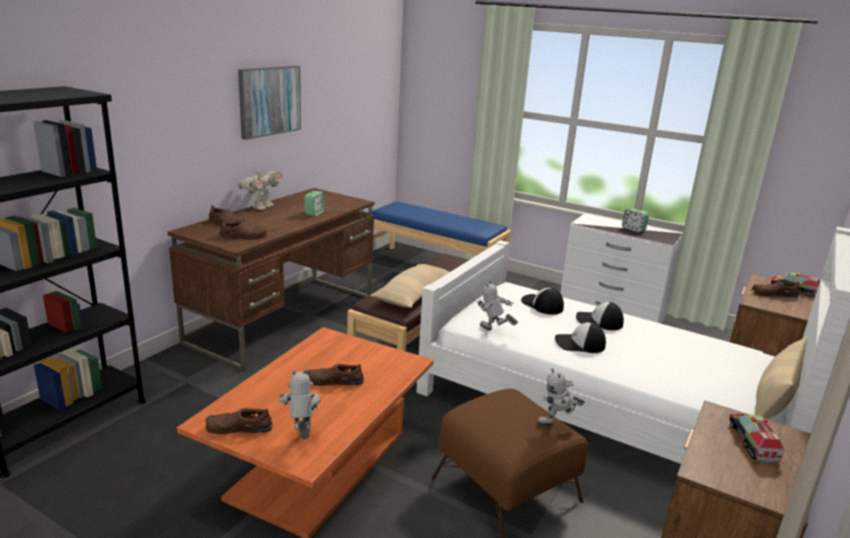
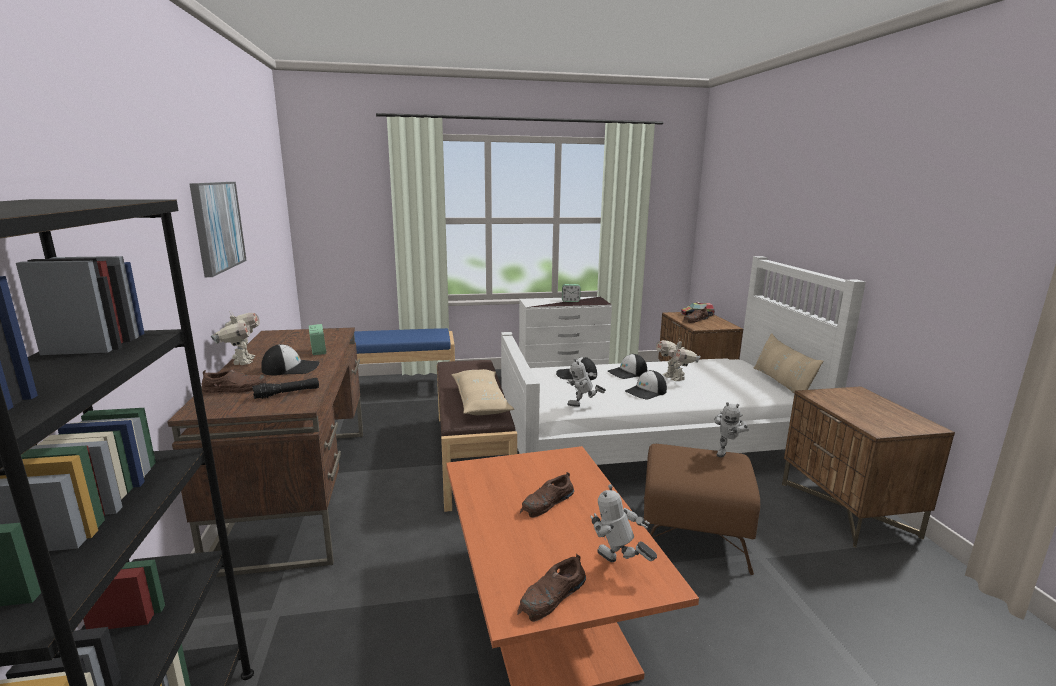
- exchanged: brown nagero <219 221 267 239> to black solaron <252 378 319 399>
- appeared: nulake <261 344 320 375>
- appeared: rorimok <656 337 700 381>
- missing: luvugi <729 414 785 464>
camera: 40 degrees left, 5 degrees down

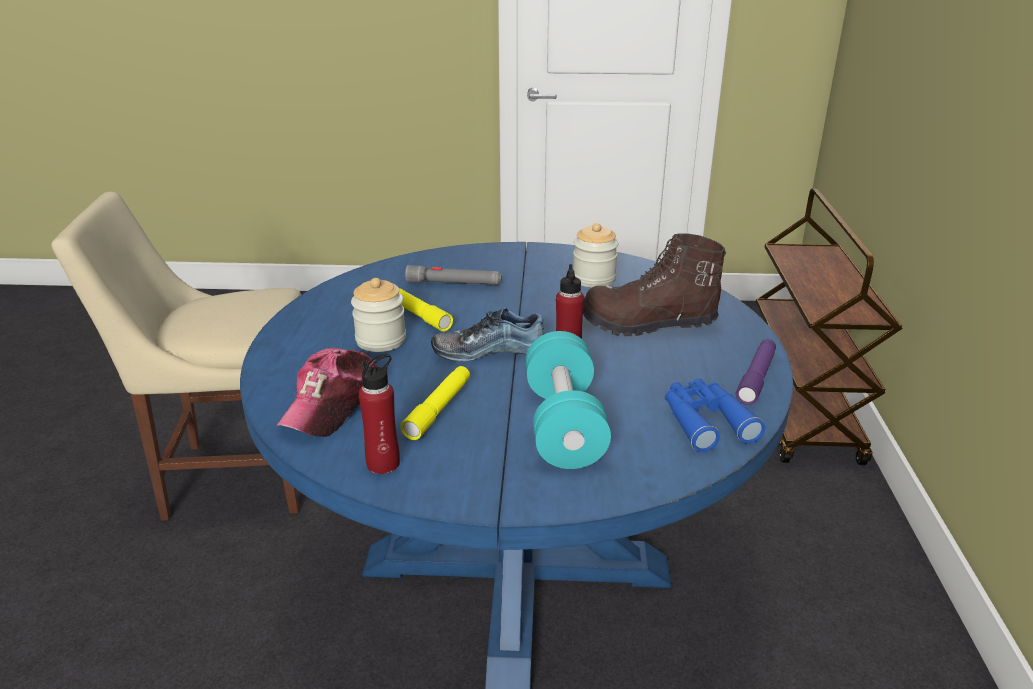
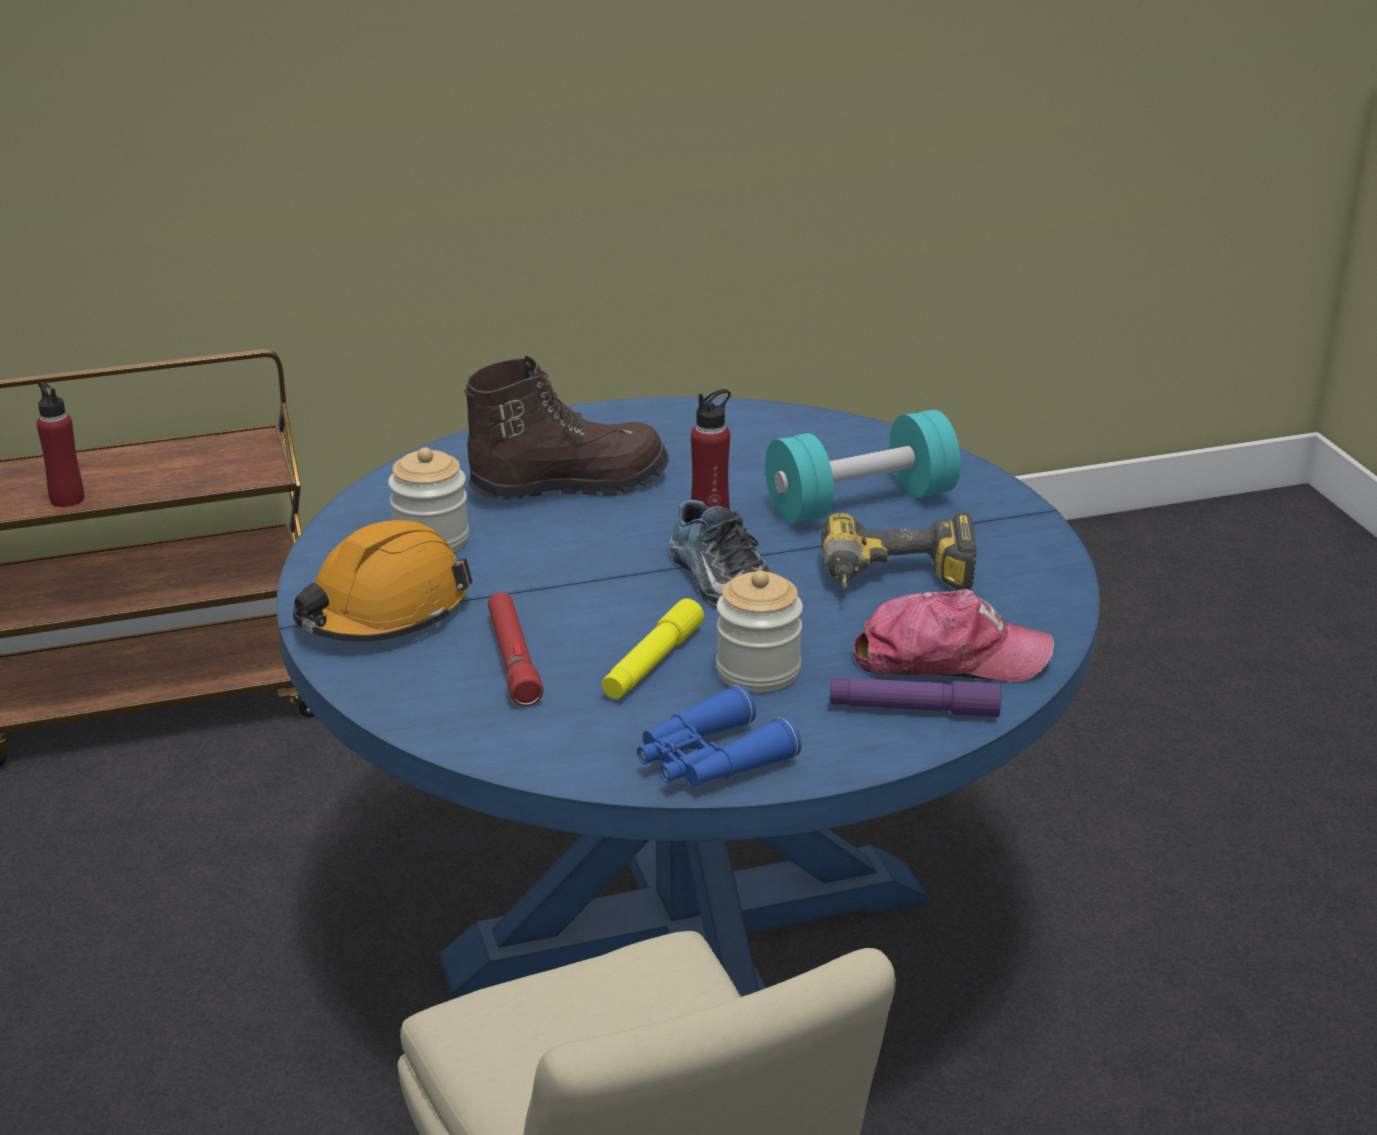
- relocated: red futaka <358 354 400 474> to <37 381 84 507>
- appeared: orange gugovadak <293 520 472 642>
- spun: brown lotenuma <583 233 726 336> = <464 355 669 500> 90 degrees counterclockwise
- colour: grey solaron <405 265 502 285> to red solaron <488 592 543 706>
- relocated: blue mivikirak <665 378 766 452> to <637 684 801 786>
- exchanged: yellow solaron <400 366 470 440> to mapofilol <821 512 976 591>
- relocated: purple solaron <736 339 776 405> to <830 678 1001 717>
camera: 110 degrees left, 0 degrees up

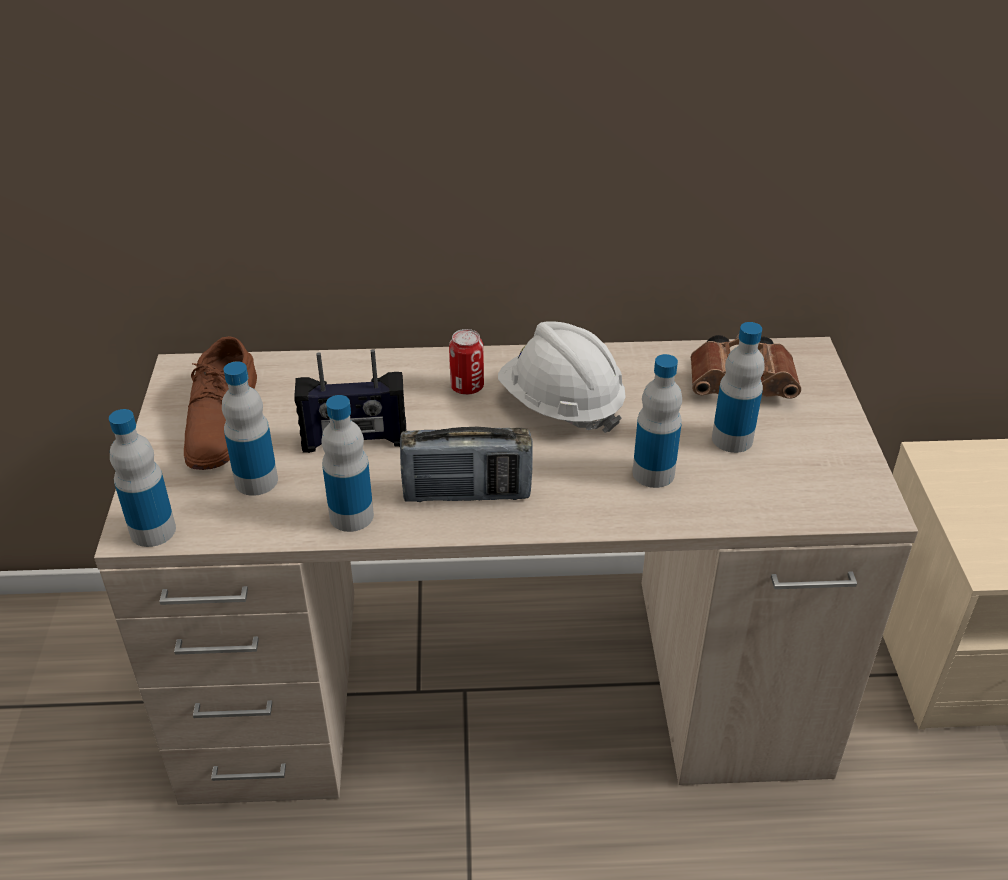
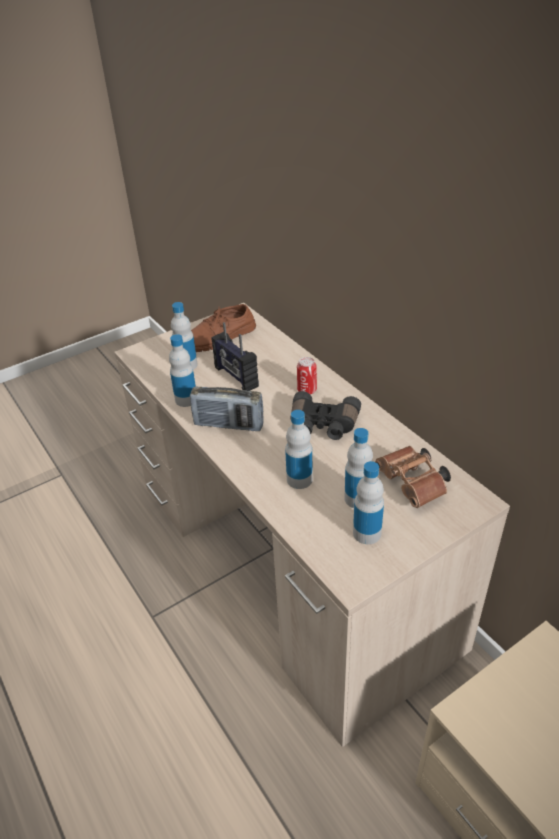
- spun: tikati <400 426 532 502> = <190 387 263 431> 45 degrees counterclockwise
- exchanged: white gugovadak <498 321 626 433> to black mivikirak <290 391 361 440>
- relocated: futaka <109 409 176 547> to <353 461 384 544>
camera: 60 degrees right, 0 degrees up

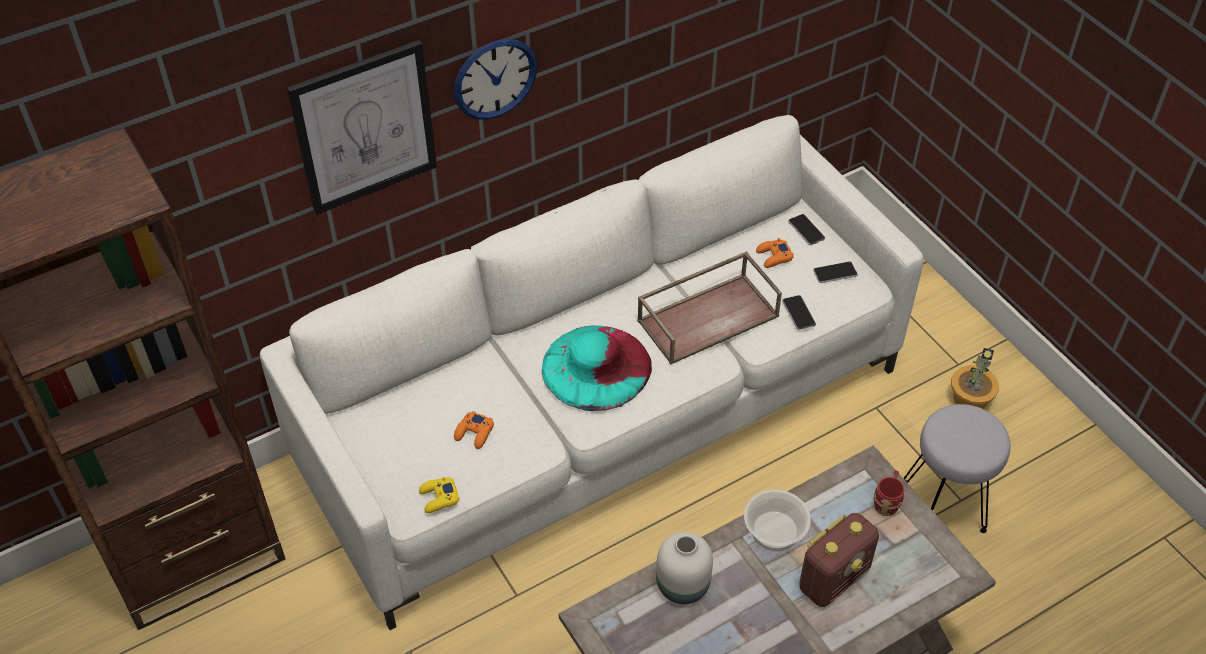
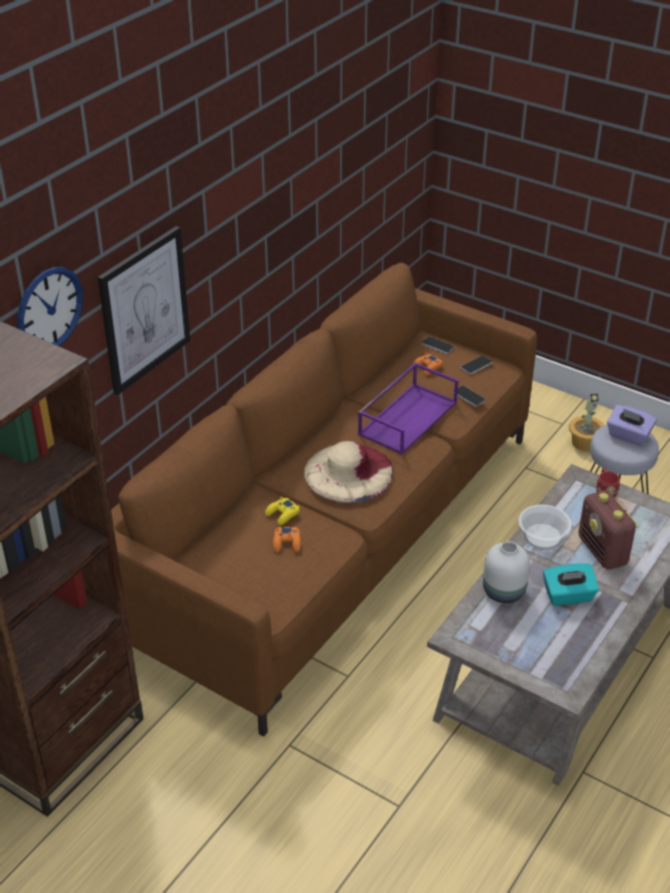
- relocated: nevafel <454 39 538 120> to <17 267 83 346>
- colour: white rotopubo <260 115 924 630> to brown rotopubo <111 263 537 737>
- relocated: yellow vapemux <419 477 460 513> to <265 497 300 525>
- colour: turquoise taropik <542 325 652 411> to beige taropik <304 441 393 503>
- colour: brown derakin <637 251 782 365> to purple derakin <358 362 459 454>
- appeared: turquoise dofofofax <543 563 599 606>
- spun: tikati <799 513 879 607> = <578 491 638 570> 135 degrees clockwise
- appeared: purple dofofofax <607 405 657 446>
camera: 25 degrees left, 10 degrees down

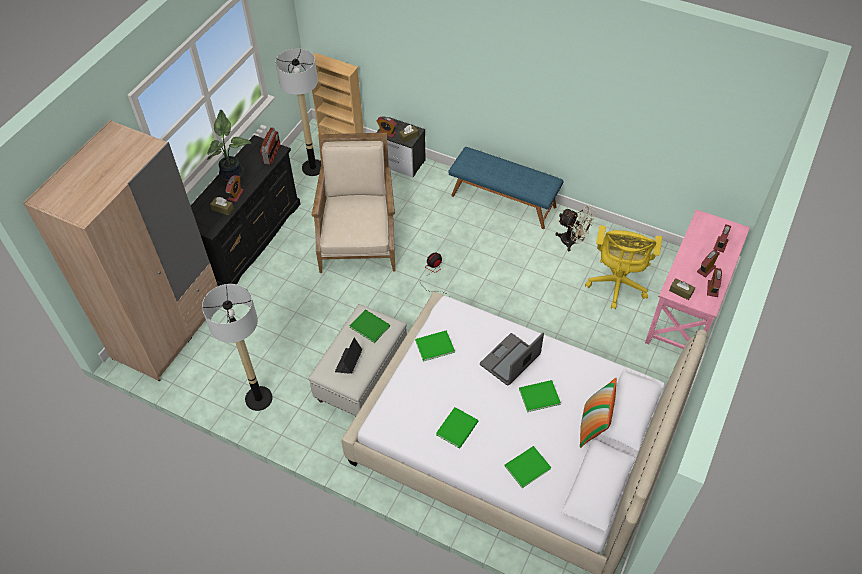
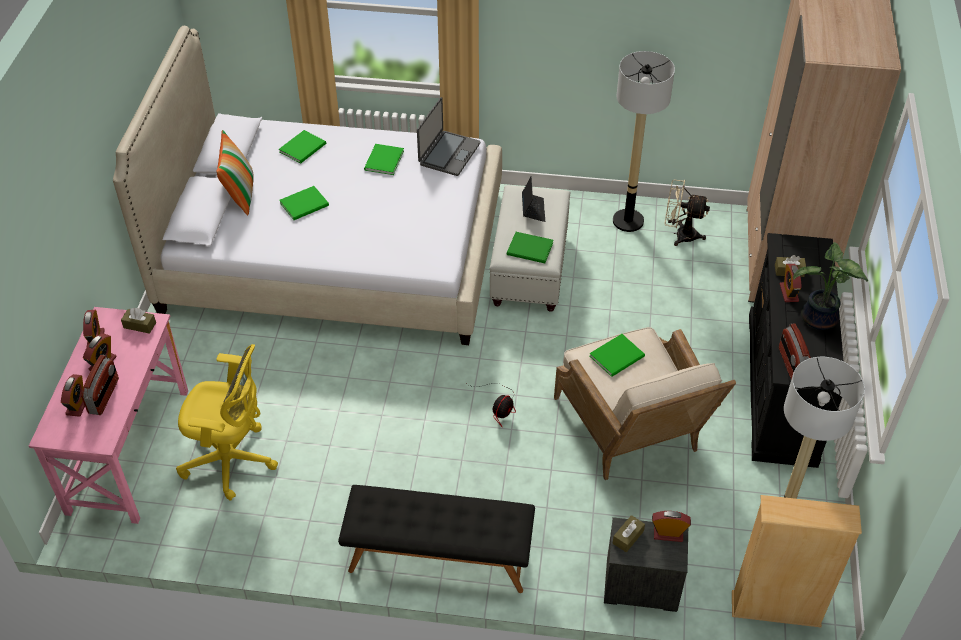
- appeared: tikati <81 354 119 415>
- spun: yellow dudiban <585 225 662 309> = <176 344 278 501> 105 degrees clockwise
- colour: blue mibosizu <448 147 563 229> to black mibosizu <338 485 535 593>
- relocated: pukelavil <480 333 544 385> to <417 97 480 176>
- relocated: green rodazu <415 330 455 362> to <590 334 645 377>
- relocated: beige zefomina <555 206 596 251> to <665 179 710 246>
camera: 160 degrees right, 5 degrees down

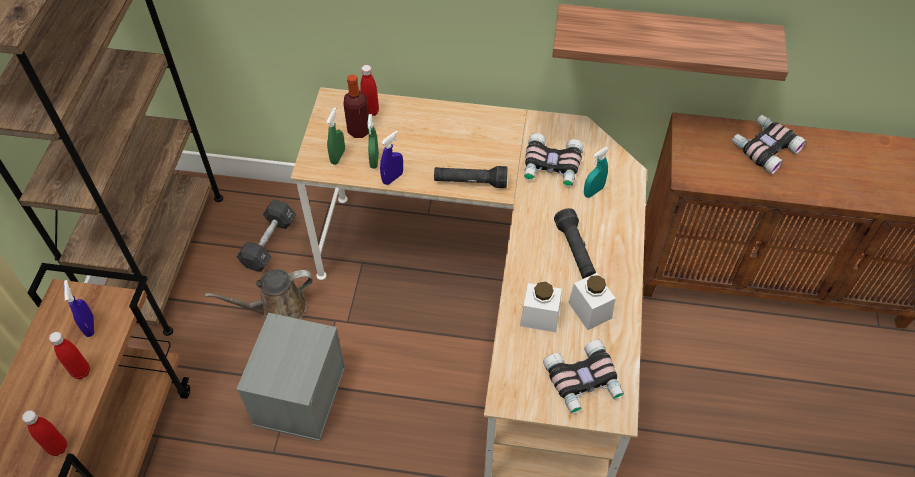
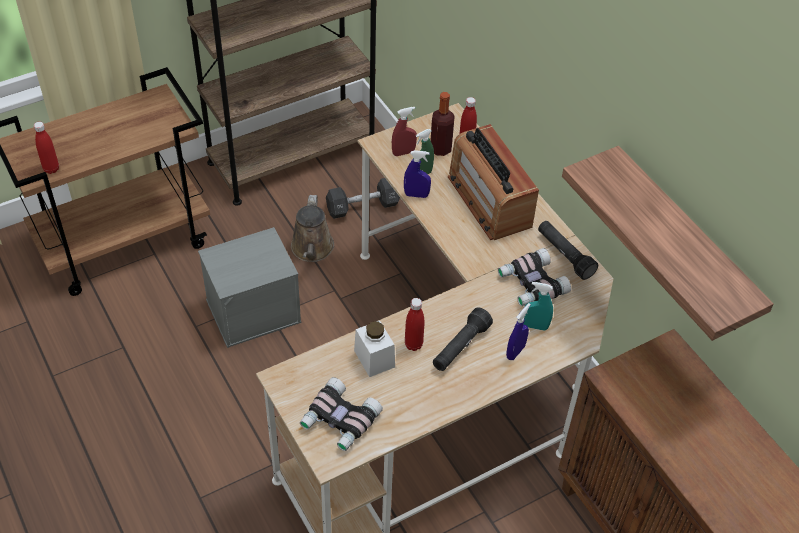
- spun: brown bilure <205 269 313 320> = <291 195 334 262> 120 degrees counterclockwise
- colour: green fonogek <326 107 345 165> to red fonogek <392 107 417 156>
- relocated: red futaka <49 332 90 379> to <405 298 425 351>
- appeared: tikati <448 124 539 240>
- relocated: blue fonogek <64 280 94 337> to <506 303 531 360>
- relocated: black solaron <434 166 508 188> to <538 221 598 280>
- missing: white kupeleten <568 273 616 330>
- missing: mivikirak <732 115 807 175>
camera: 50 degrees right, 5 degrees down

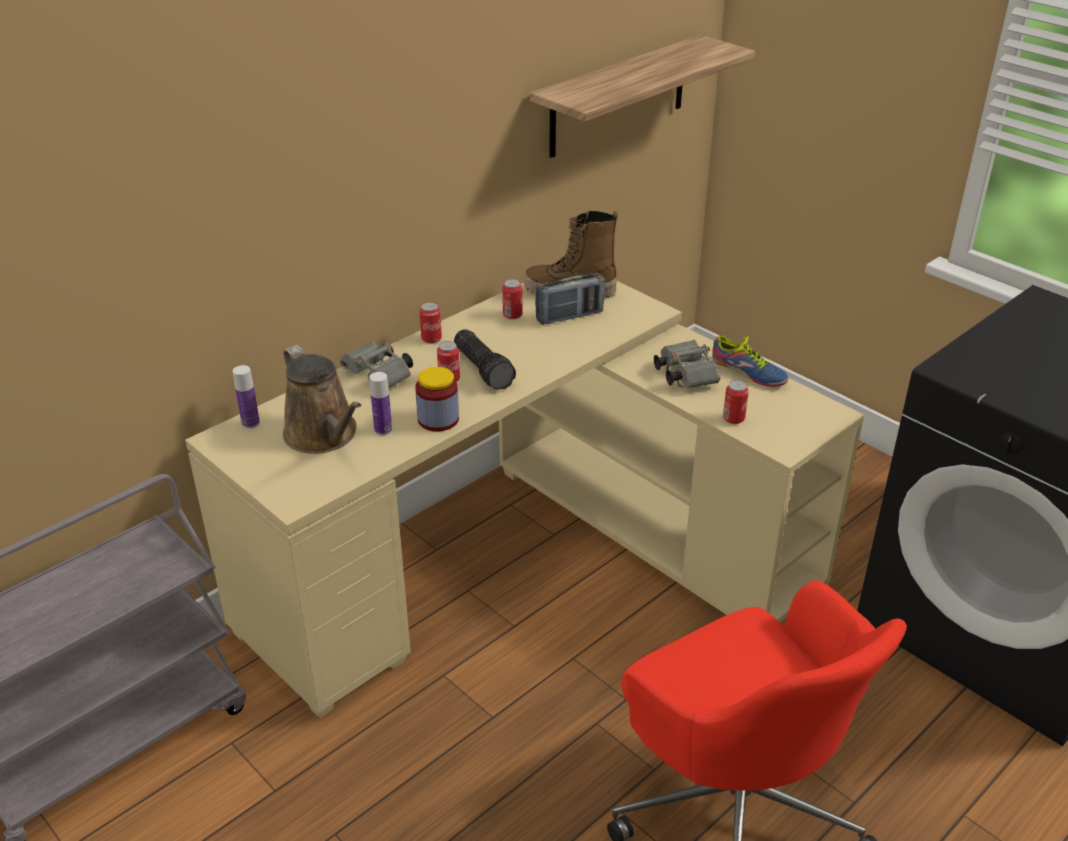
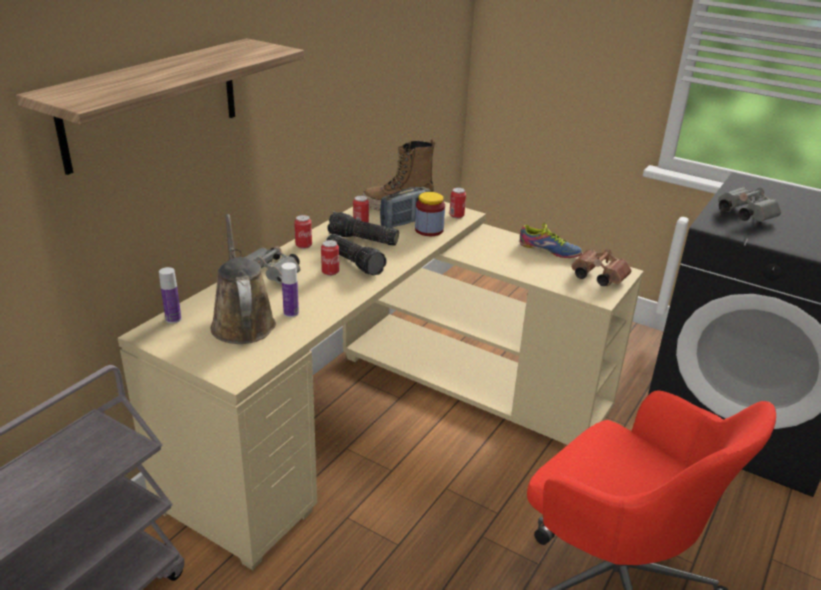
- relocated: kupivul <530 35 755 158> to <16 38 304 175>
- spun: brown bilure <283 345 361 454> = <211 214 276 344> 150 degrees counterclockwise
- appeared: solaron <328 212 399 246>
- relocated: kupeleten <415 367 459 431> to <415 192 445 236>
- relocated: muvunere <723 380 749 424> to <449 188 466 218>
- appeared: brown mivikirak <571 249 631 286>
- relocated: grey mivikirak <654 340 720 388> to <718 187 781 223>
camera: 15 degrees left, 5 degrees down

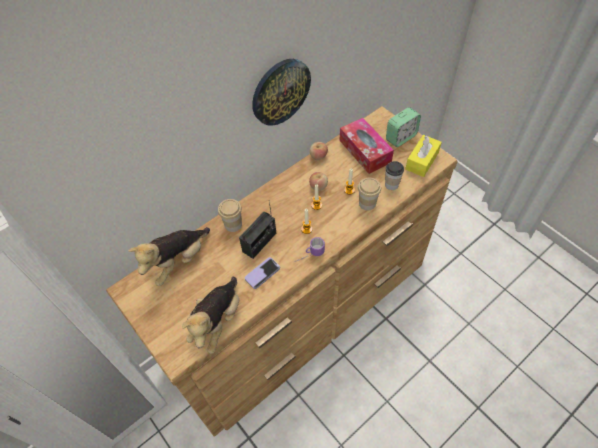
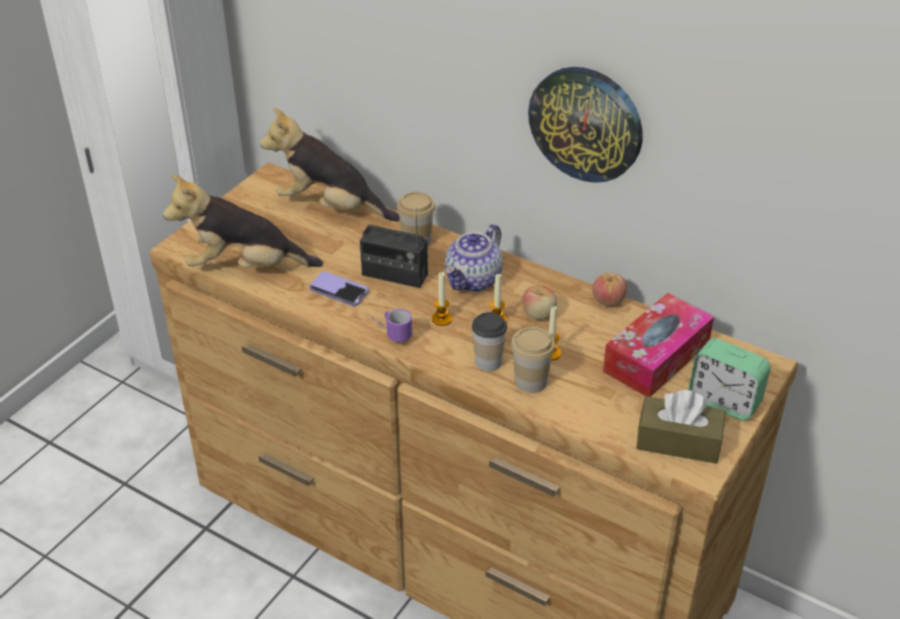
- appeared: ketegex <445 224 503 292>
- relocated: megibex <385 161 404 190> to <472 312 507 371>
- colour: yellow dofofofax <405 135 442 177> to brown dofofofax <636 390 726 464>
camera: 70 degrees right, 15 degrees down

